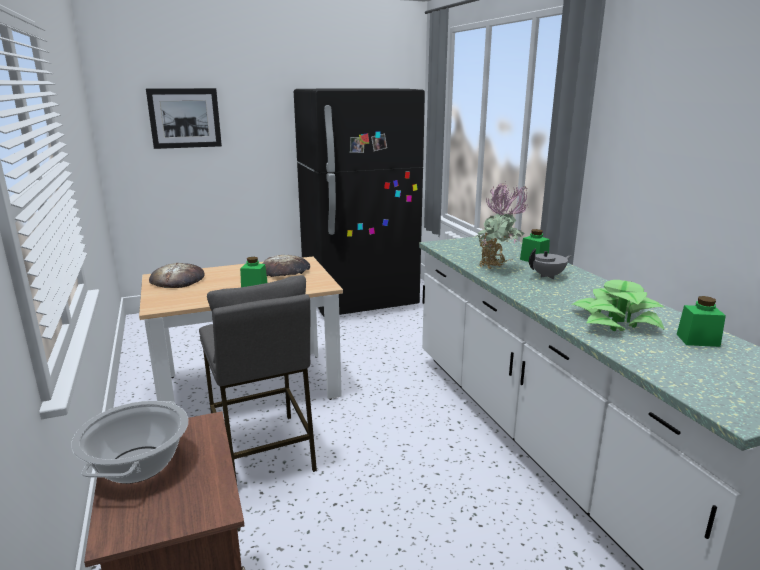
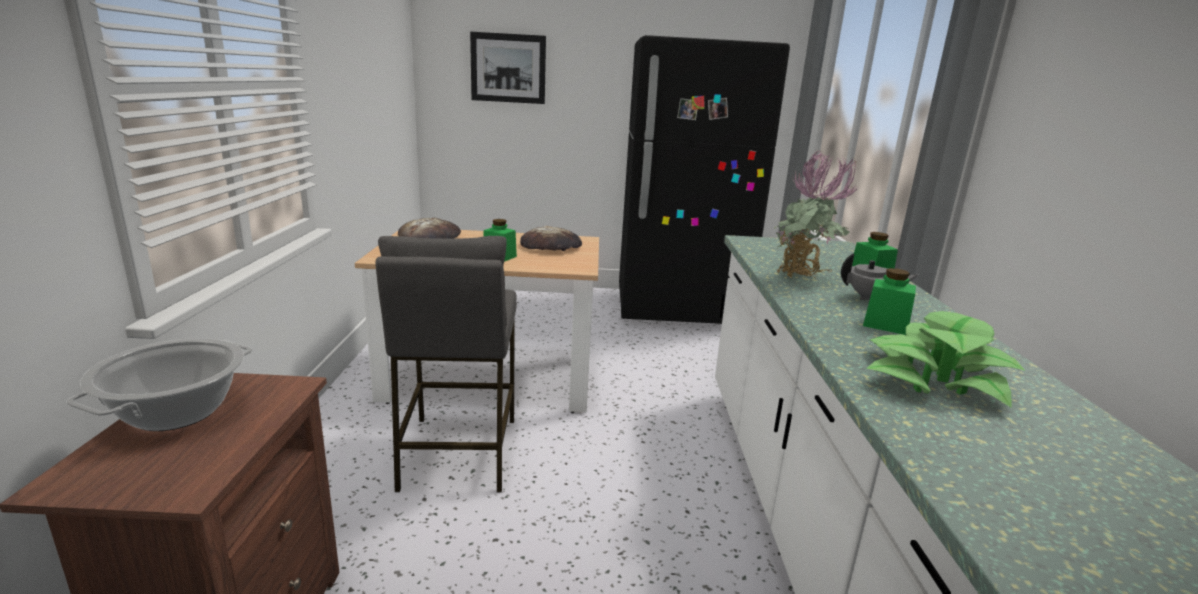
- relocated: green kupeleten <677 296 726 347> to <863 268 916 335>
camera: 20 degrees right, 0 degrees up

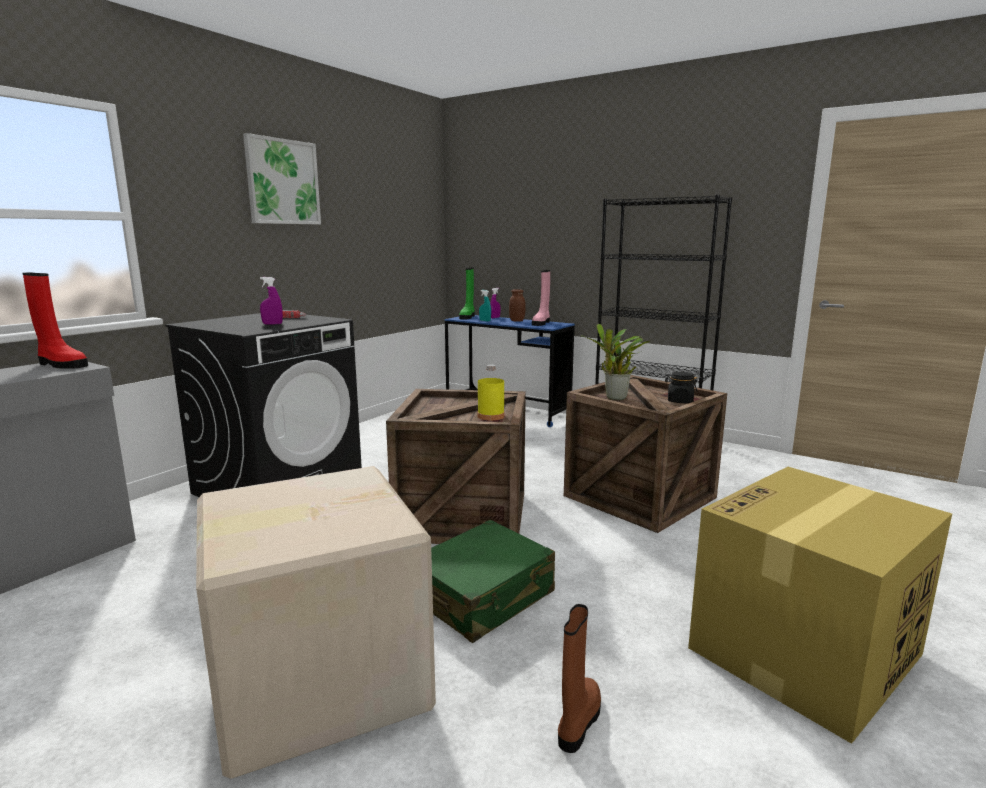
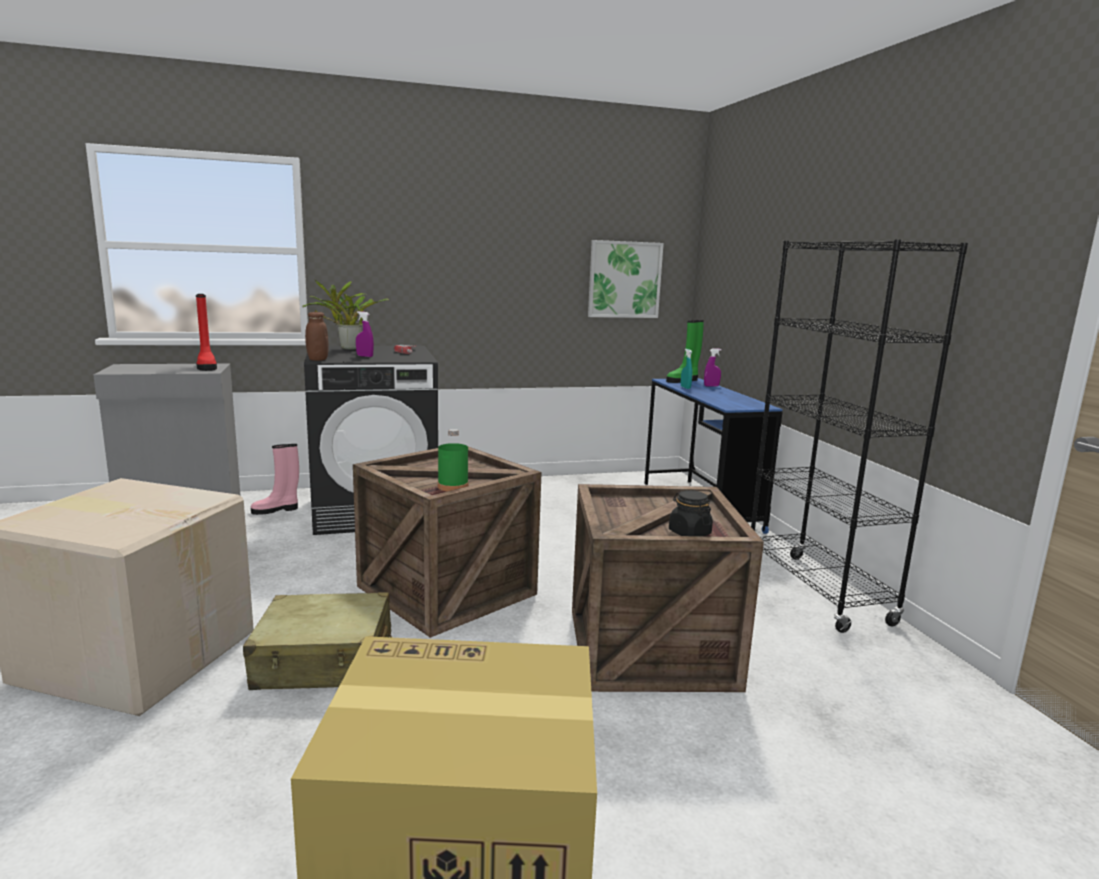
- colour: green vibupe <431 520 555 643> to beige vibupe <243 592 392 690>
- relocated: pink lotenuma <532 270 550 326> to <251 444 299 515>
- relocated: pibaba <581 324 650 400> to <303 279 389 350>
- relocated: brown kupeleten <509 289 525 322> to <305 312 329 361>
- colour: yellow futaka <477 365 505 420> to green futaka <438 429 468 491>
- relocated: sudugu <243 133 321 225> to <588 240 664 318>
- missing: brown lotenuma <558 604 601 753>
camera: 40 degrees right, 0 degrees up

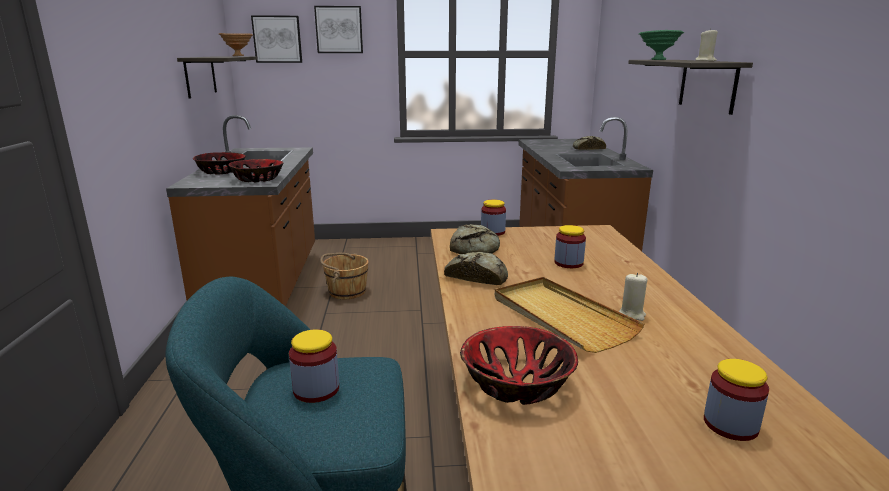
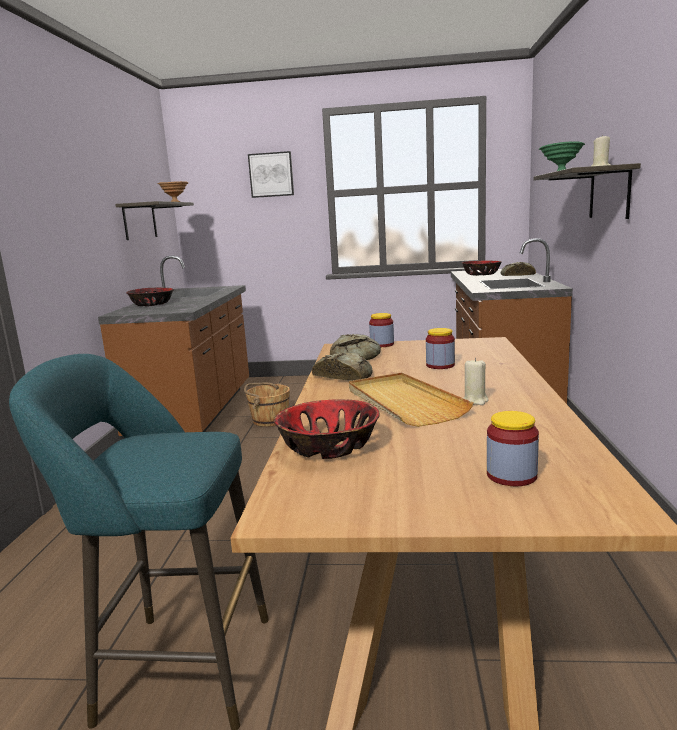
- relocated: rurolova <228 159 283 183> to <462 261 502 276>
- missing: sudugu <251 15 302 63>
- missing: kupeleten <289 329 339 403>
camera: 10 degrees right, 5 degrees down

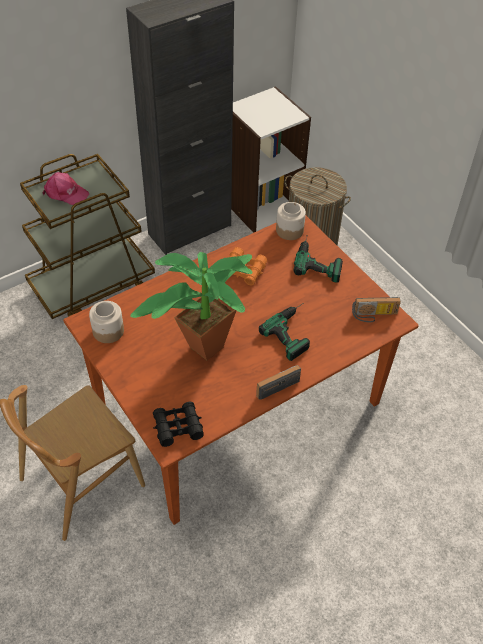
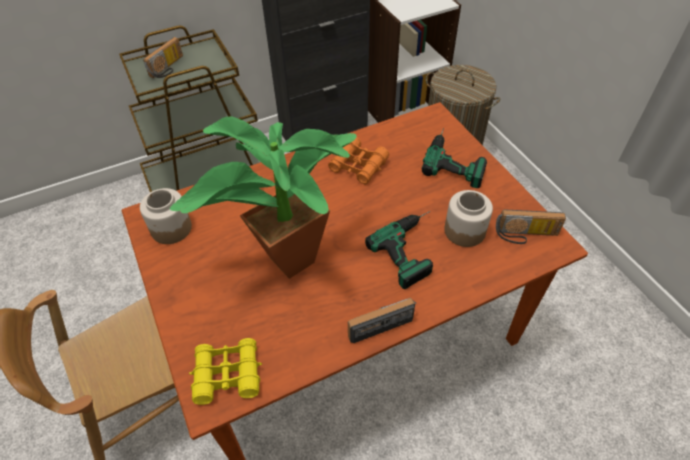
- exchanged: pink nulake <42 172 89 205> to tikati <143 37 183 78>
- colour: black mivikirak <153 402 204 447> to yellow mivikirak <189 338 262 405>
- relocated: kupeleten <276 202 306 240> to <444 190 493 247>
camera: 10 degrees right, 0 degrees up

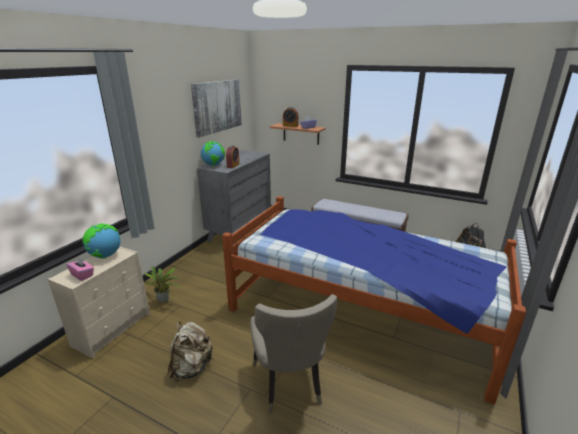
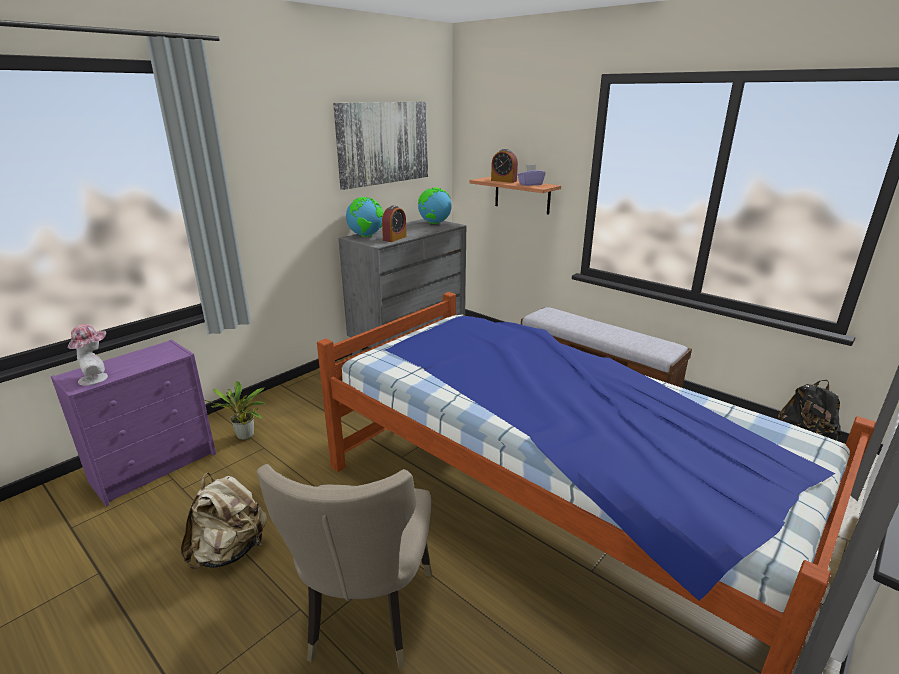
- colour: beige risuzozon <48 246 150 359> to purple risuzozon <51 339 216 507>
- exchanged: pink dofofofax <66 258 94 281> to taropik <68 324 108 386>
- relocated: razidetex <82 224 120 258> to <418 188 452 224>
camera: 15 degrees right, 0 degrees up

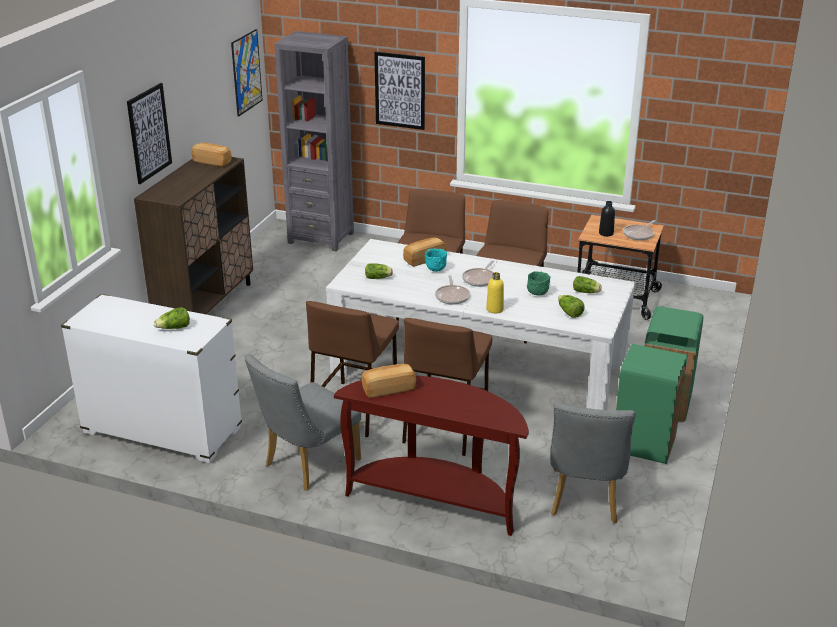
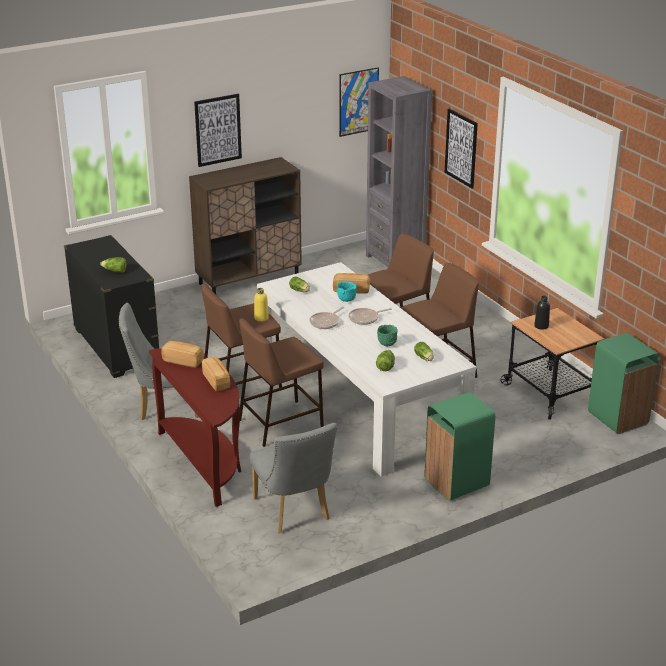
- colour: white risuzozon <61 294 242 463> to black risuzozon <64 235 159 378>
- relocated: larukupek <191 143 232 167> to <202 357 230 391>
- spun: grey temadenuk <550 402 636 523> = <250 423 337 533> 75 degrees counterclockwise
- relocated: yellow futaka <486 272 504 313> to <254 288 269 322>
- relocated: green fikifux <616 344 688 464> to <588 333 660 434>
- missing: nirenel <623 220 656 241>
camera: 40 degrees right, 0 degrees up

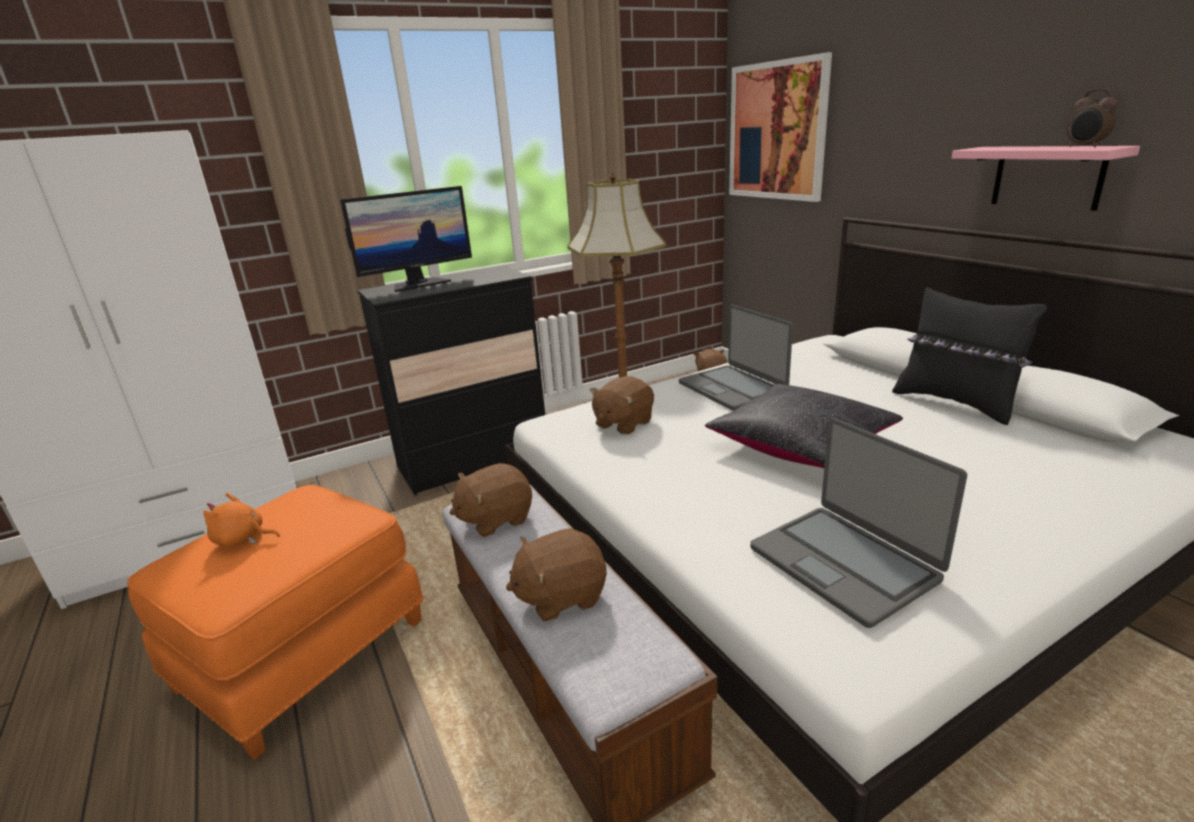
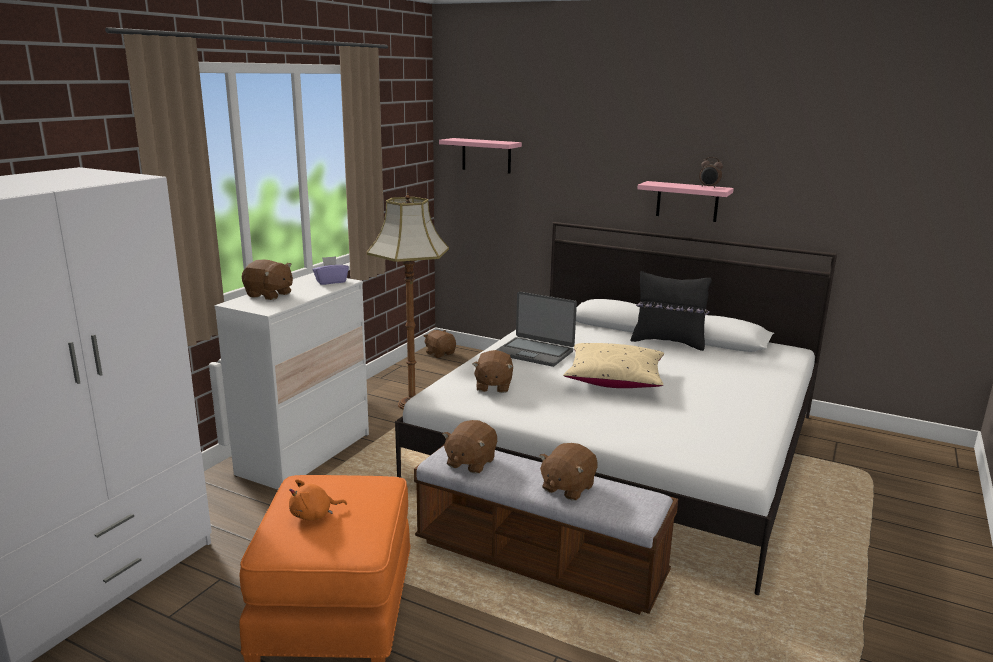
- colour: black risuzozon <358 266 545 495> to white risuzozon <214 273 369 490>
- exchanged: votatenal <340 186 472 292> to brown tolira <242 260 293 300>
- appeared: purple dofofofax <313 256 349 285>
- exchanged: sudugu <729 52 832 202> to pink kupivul <439 138 522 174>
- colour: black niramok <705 384 903 468> to beige niramok <563 343 664 388>
- missing: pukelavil <750 418 967 628>
camera: 35 degrees left, 5 degrees down

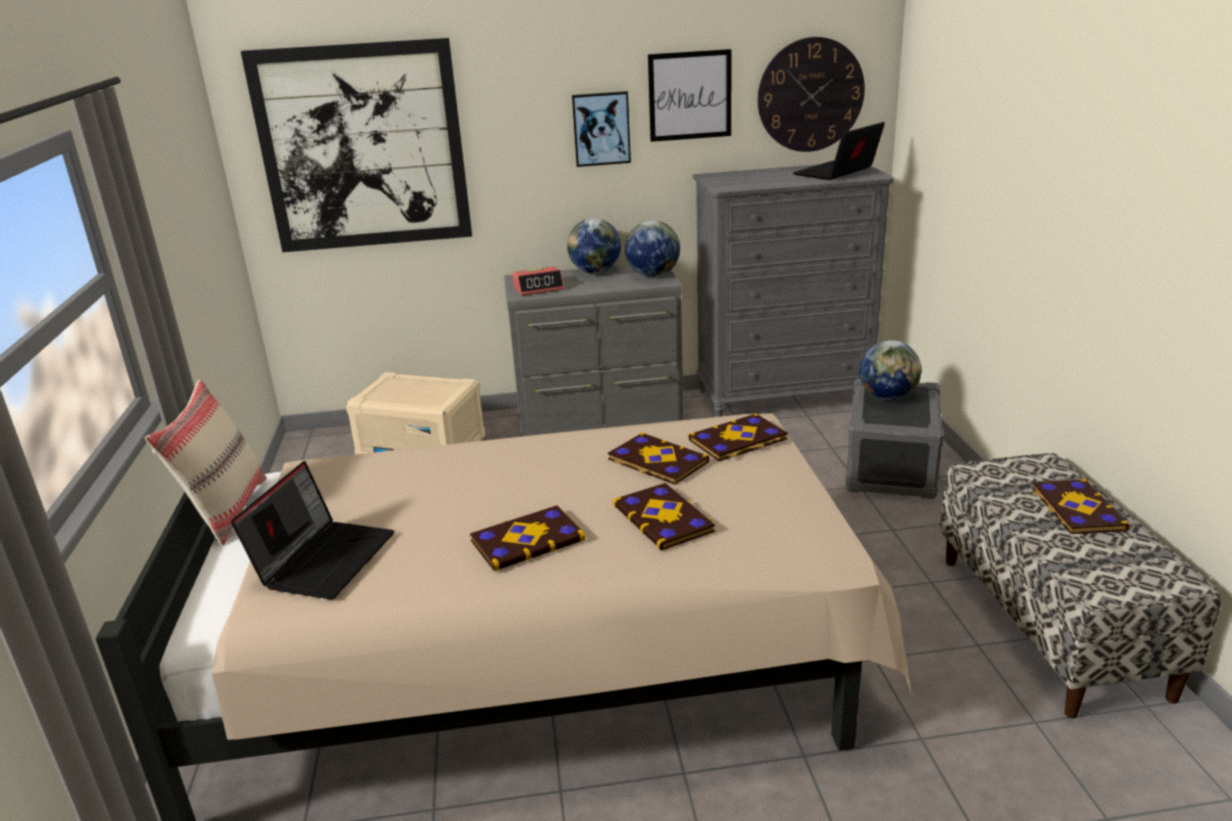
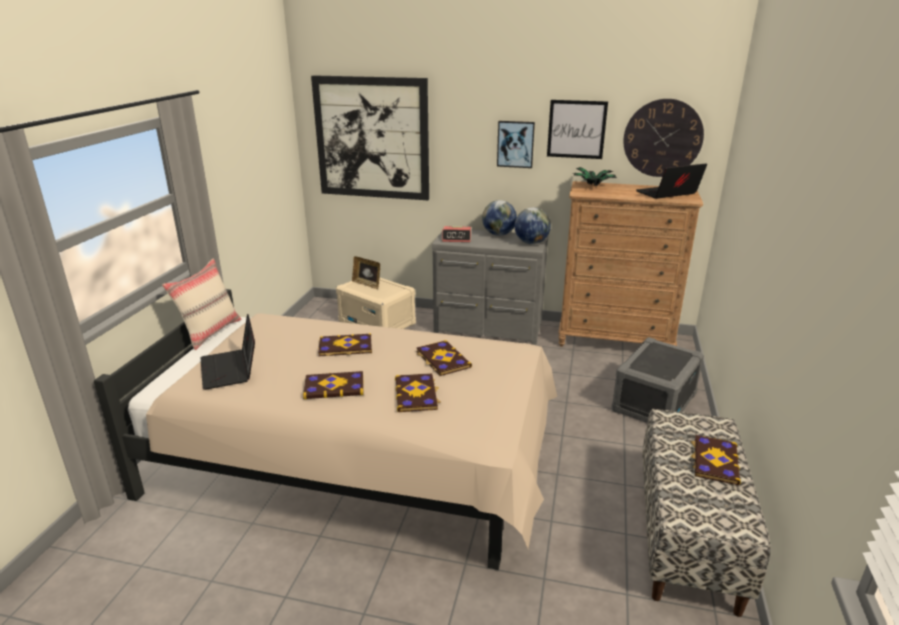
- spun: pukelavil <231 461 394 599> = <200 314 255 390> 120 degrees clockwise
- relocated: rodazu <689 413 788 461> to <318 333 372 356>
- appeared: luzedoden <352 256 380 289>
- colour: grey risuzozon <693 164 894 417> to brown risuzozon <558 181 703 347>
- appeared: pibaba <573 167 617 186>
- missing: razidetex <859 340 921 401>
camera: 20 degrees right, 0 degrees up

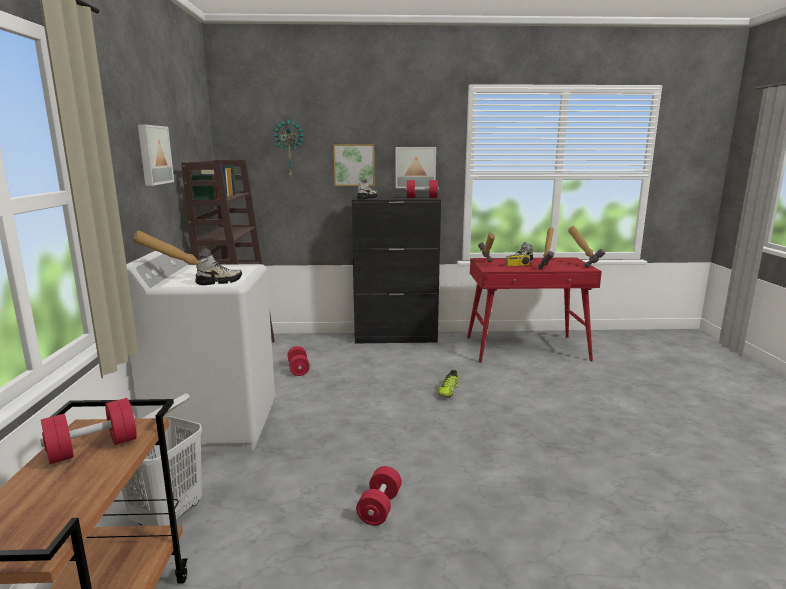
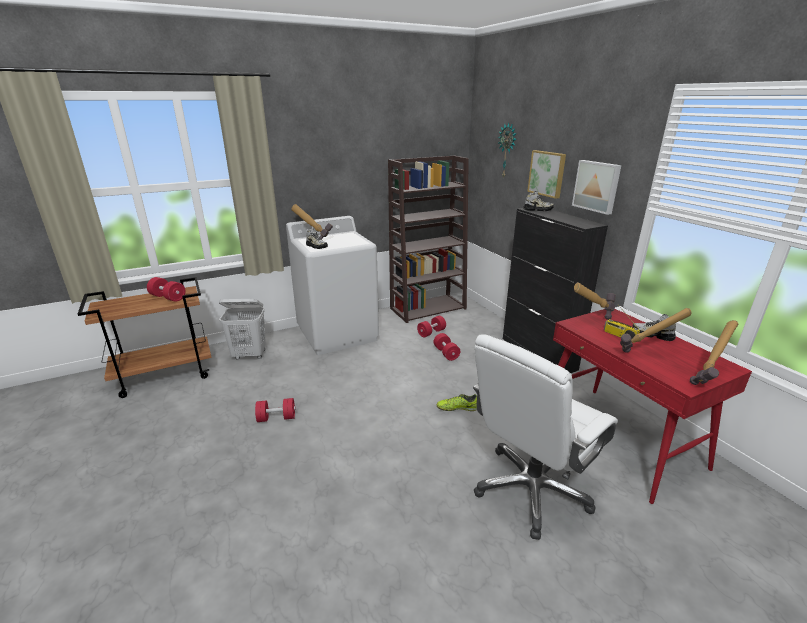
- relocated: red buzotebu <406 180 439 198> to <433 333 460 361>
- appeared: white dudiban <473 334 618 540>
- missing: sudugu <138 124 174 186>
camera: 65 degrees right, 10 degrees up

